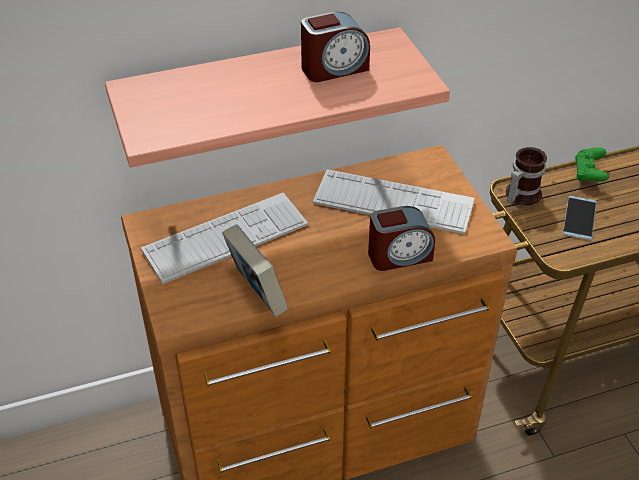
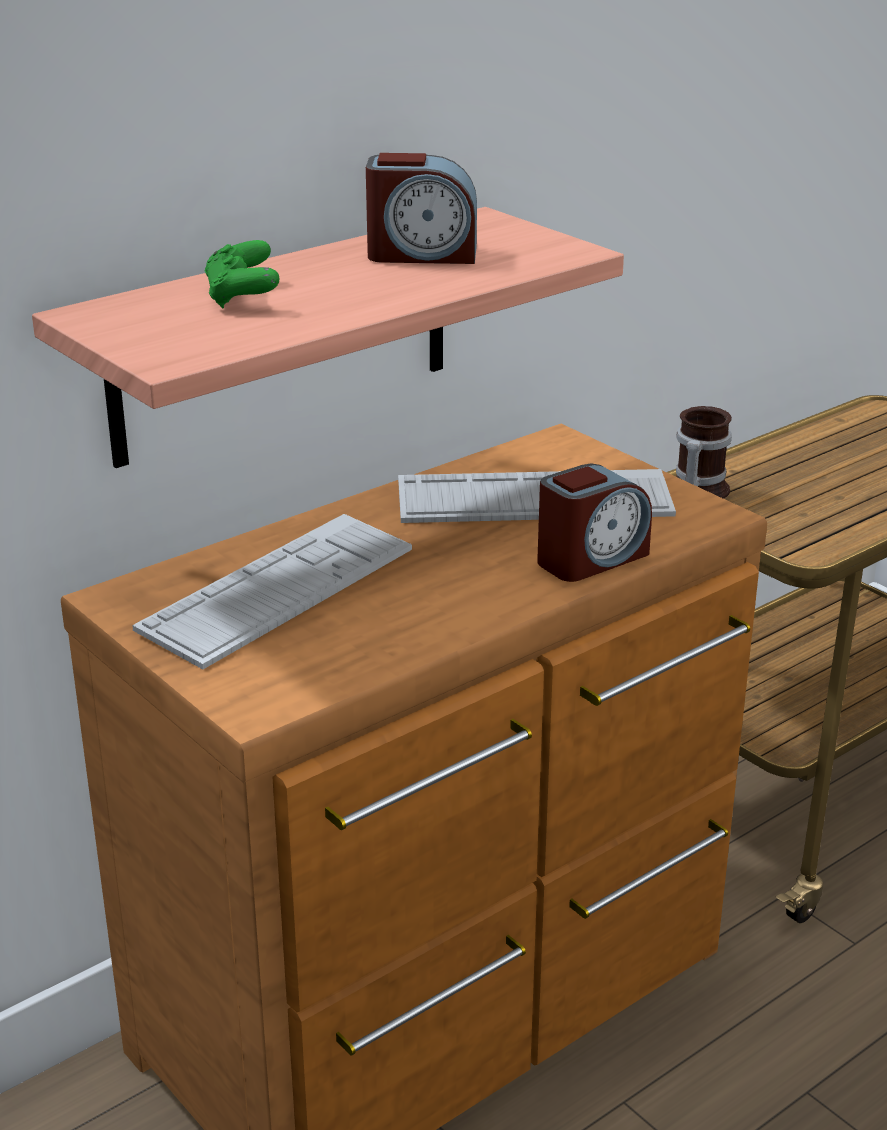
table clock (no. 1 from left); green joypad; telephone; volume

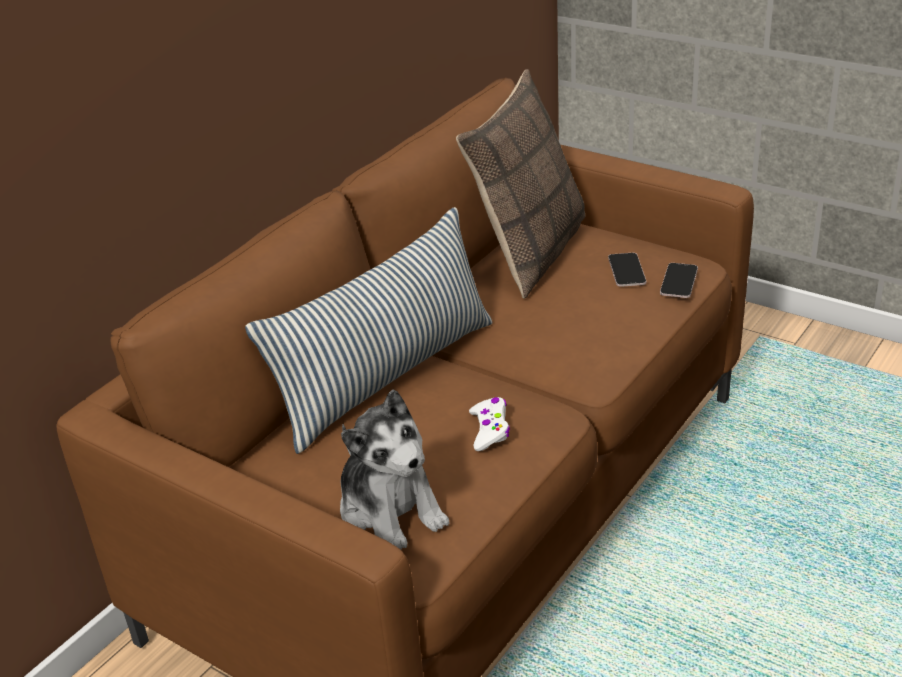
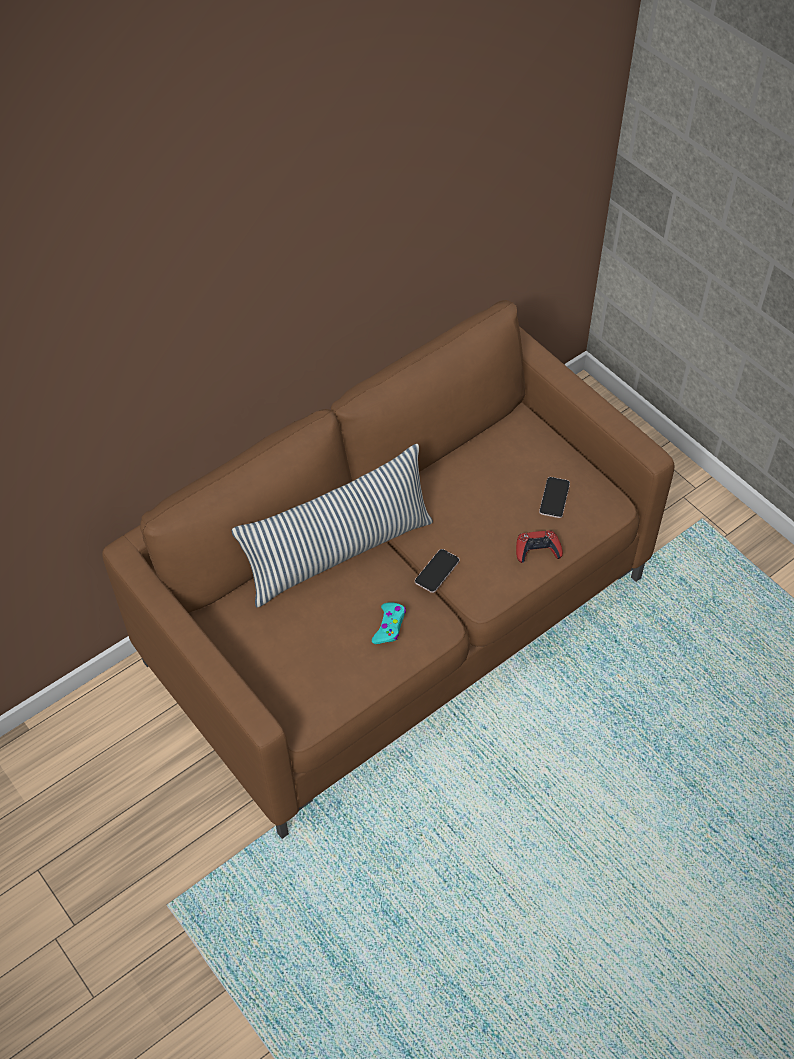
pillow (no. 2 from left in the first image); telephone (no. 1 from left); cuddly toy; turquoise-coloured joypad; red-coloured joypad

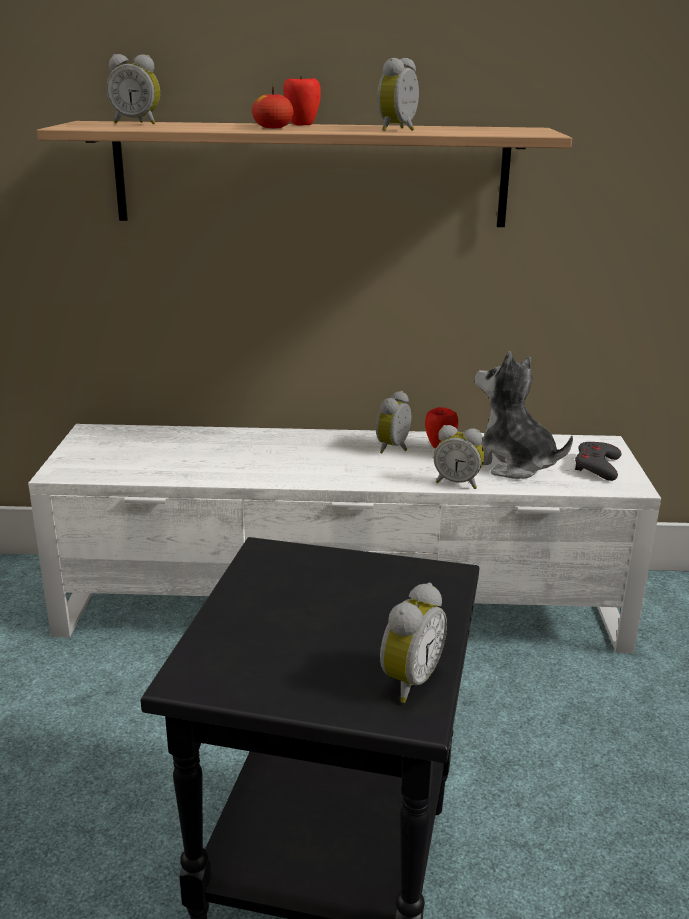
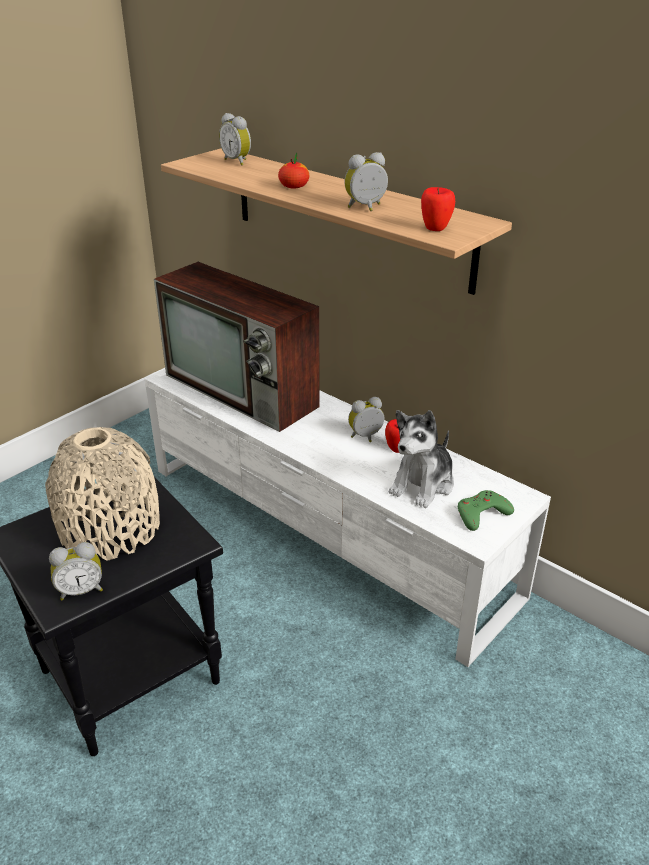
apple fruit (no. 3 from left); cuddly toy; table clock (no. 5 from left in the first image); green joypad; television; beige-coloured flower vase

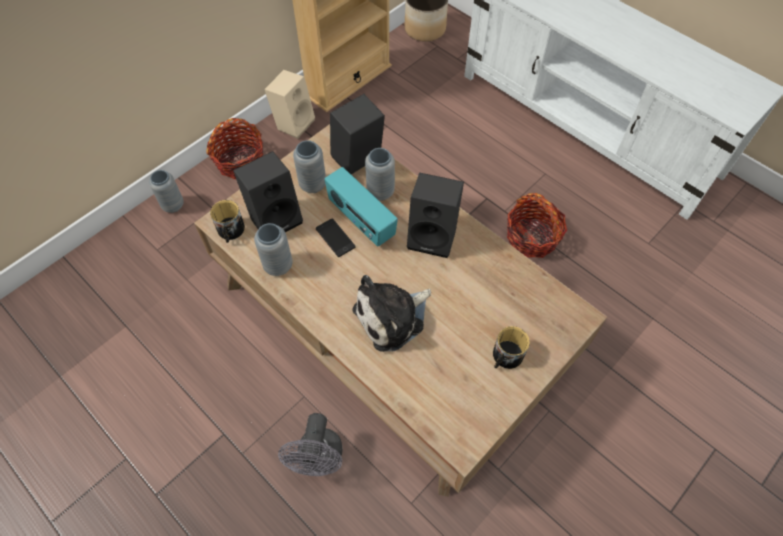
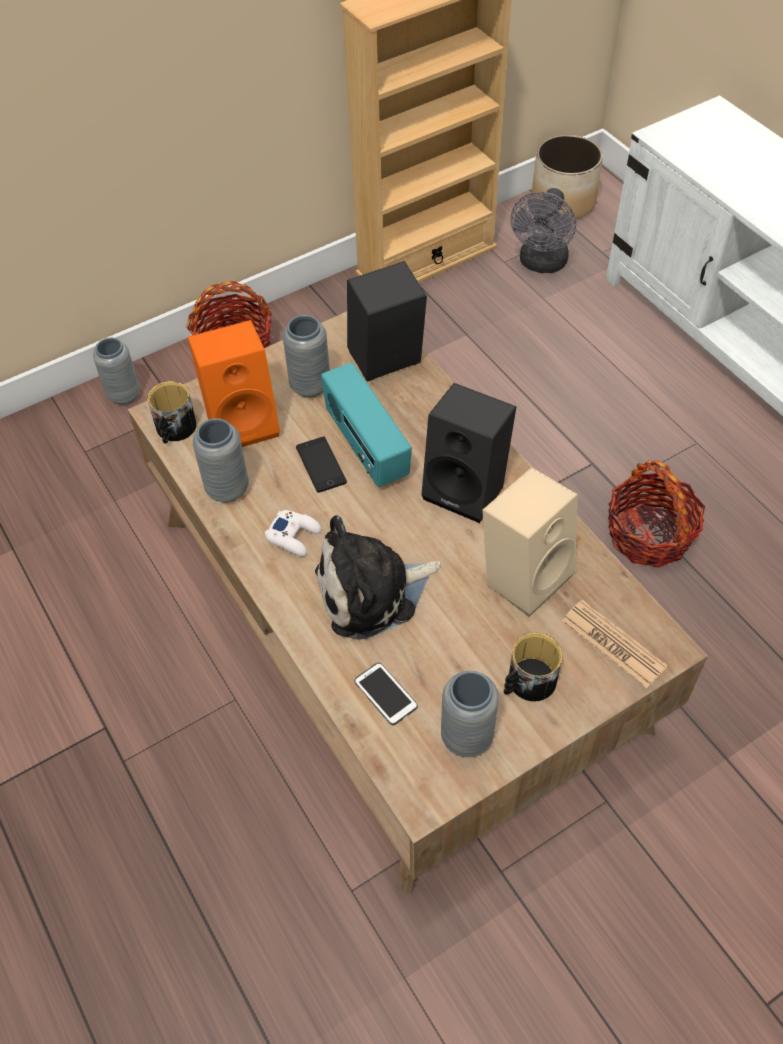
beige-coloured loudspeaker; greyish flower vase (no. 4 from left); orangey loudspeaker; greyish electric fan; whitish joypad; daily paper; telephone (no. 2 from left)

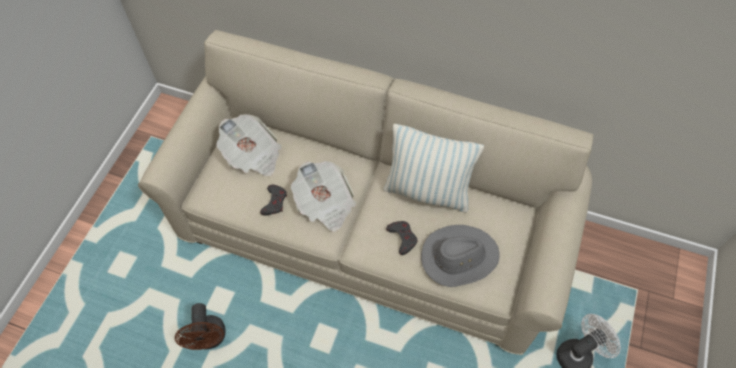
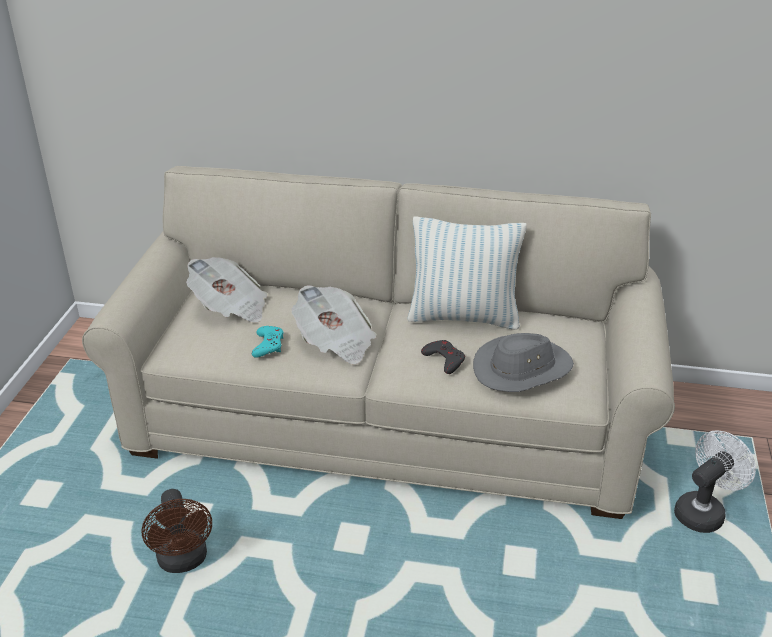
turquoise-coloured joypad

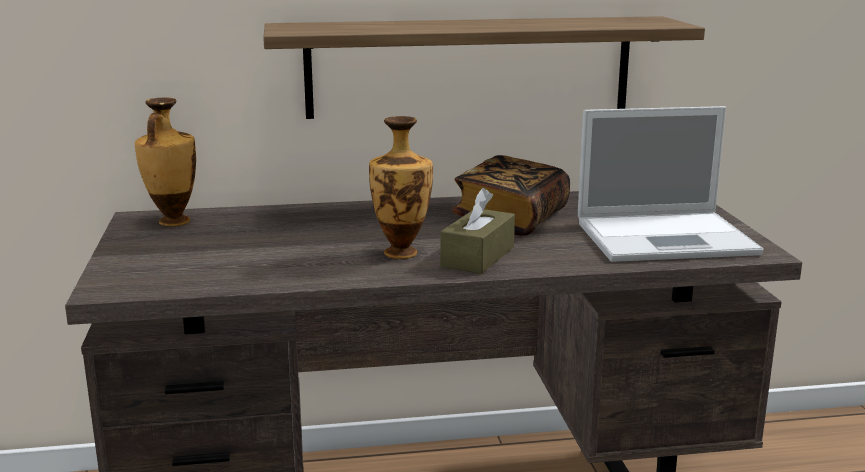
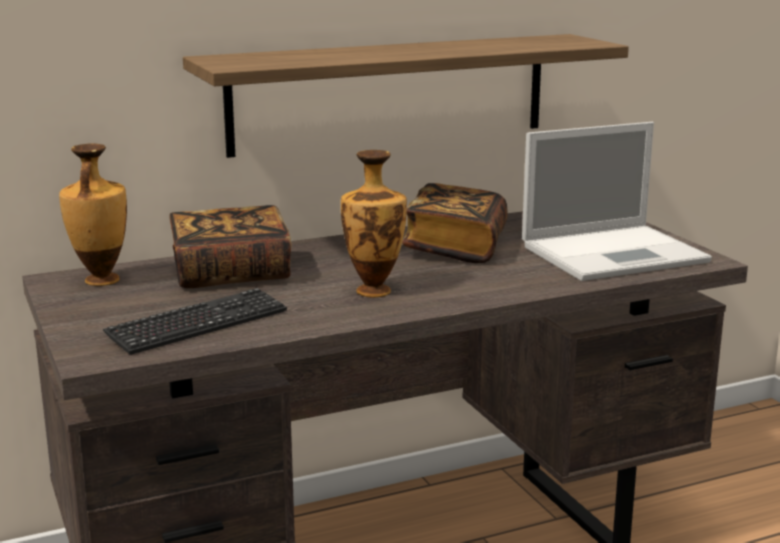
brown-coloured tissue holder; volume (no. 1 from left); PC keyboard

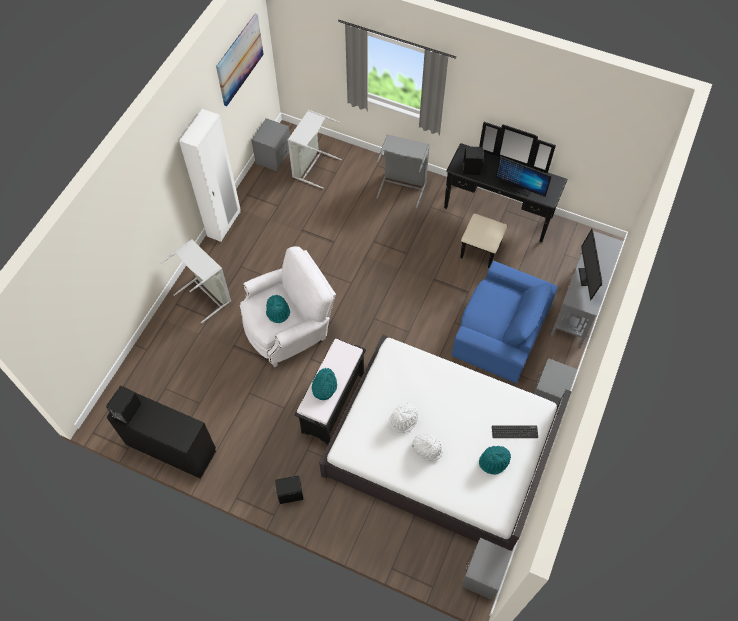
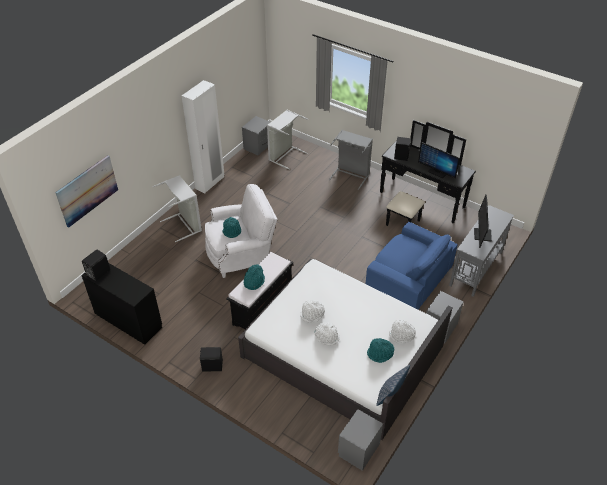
picture; whitish wearable hat (no. 3 from left); pillow

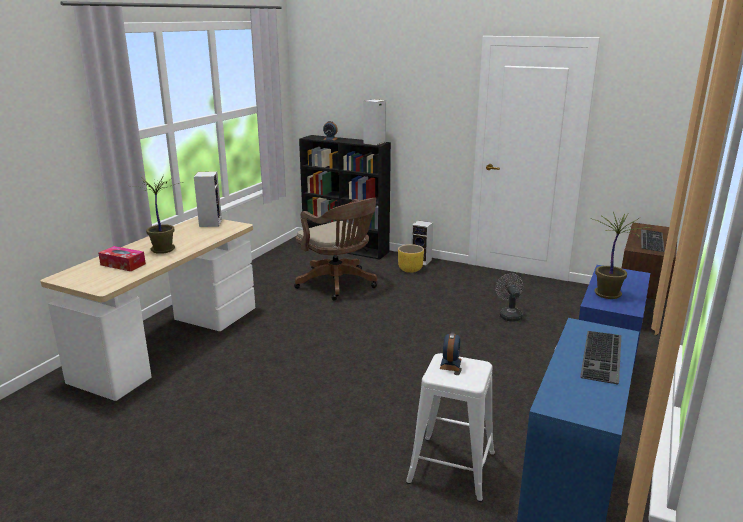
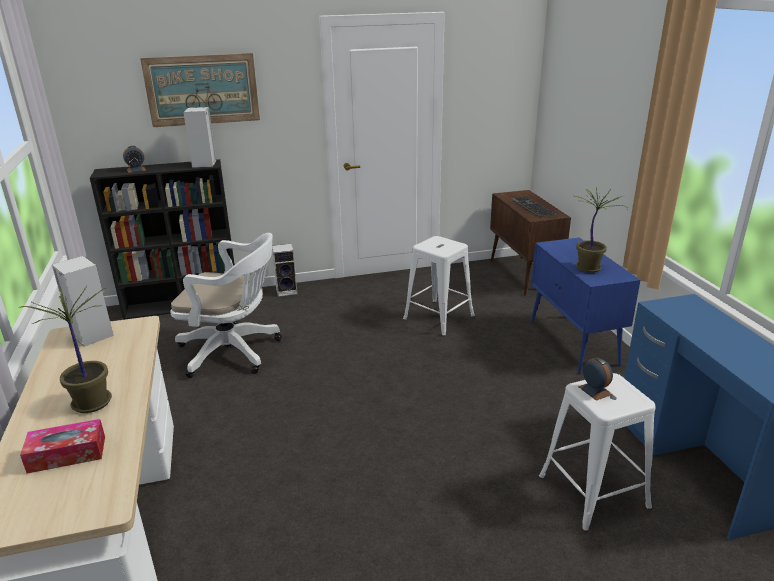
whitish computer chair; yellowish flower pot; whitish sitting stool (no. 1 from left); PC keyboard (no. 1 from left in the first image); picture

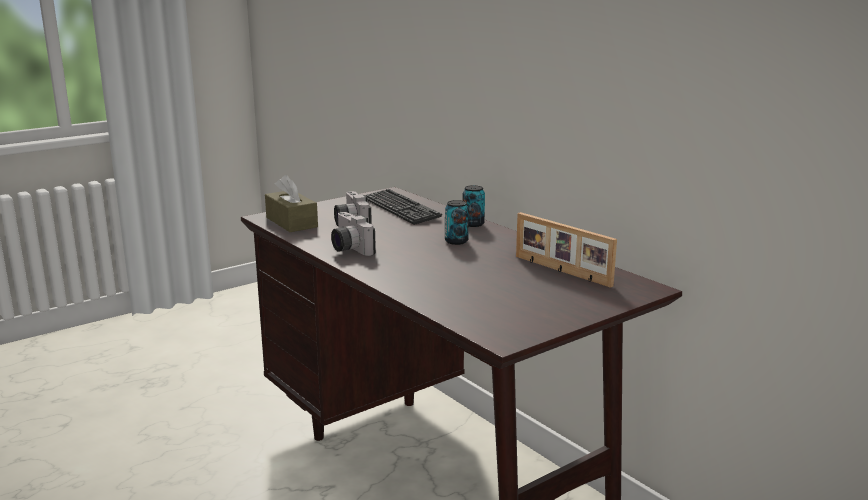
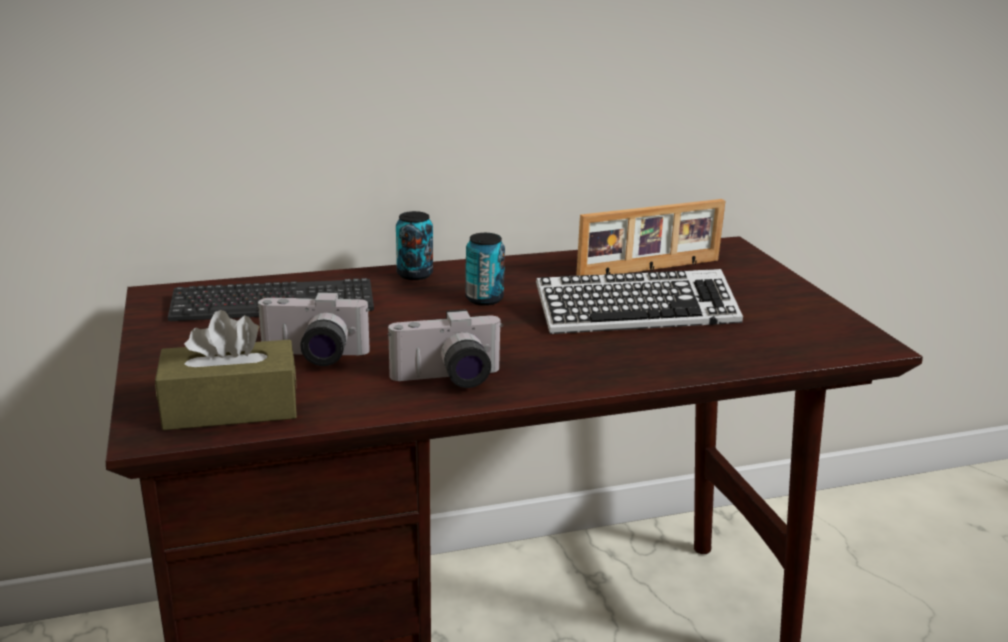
PC keyboard (no. 2 from left)

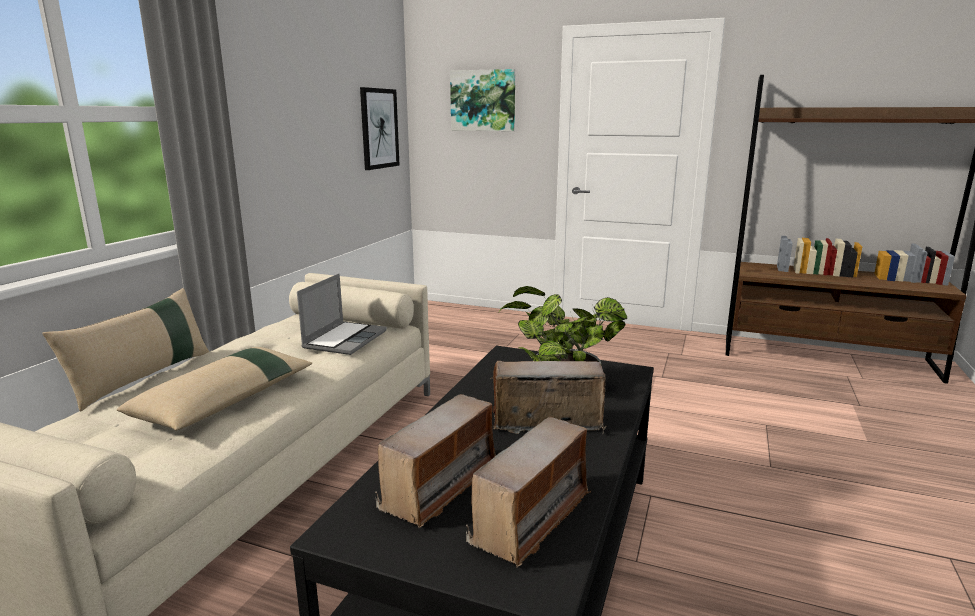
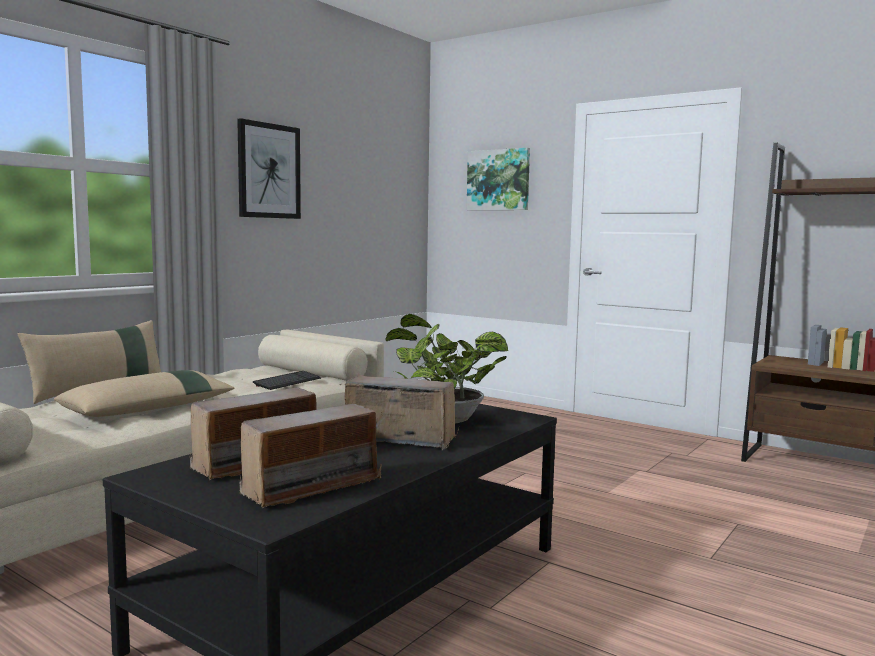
picture (no. 1 from left); PC keyboard

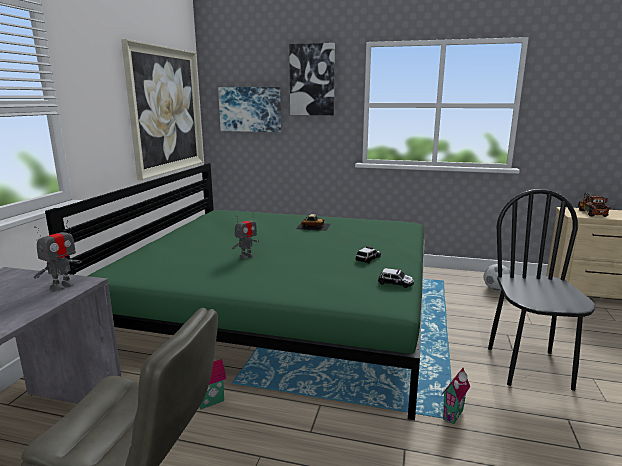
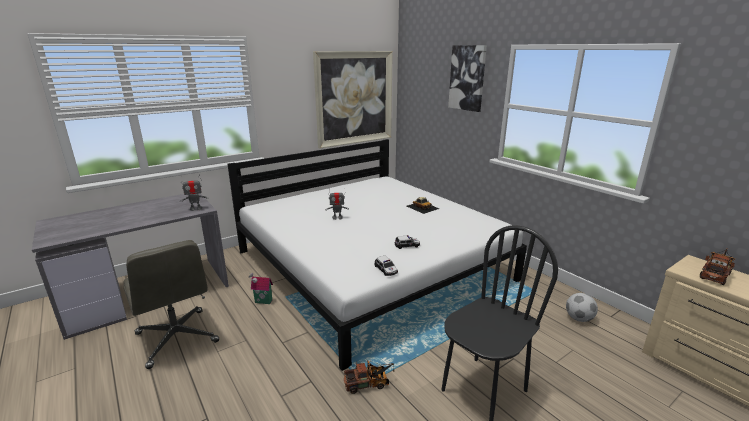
picture (no. 2 from left in the first image); whitish sleeping bed; toy truck (no. 1 from left)

